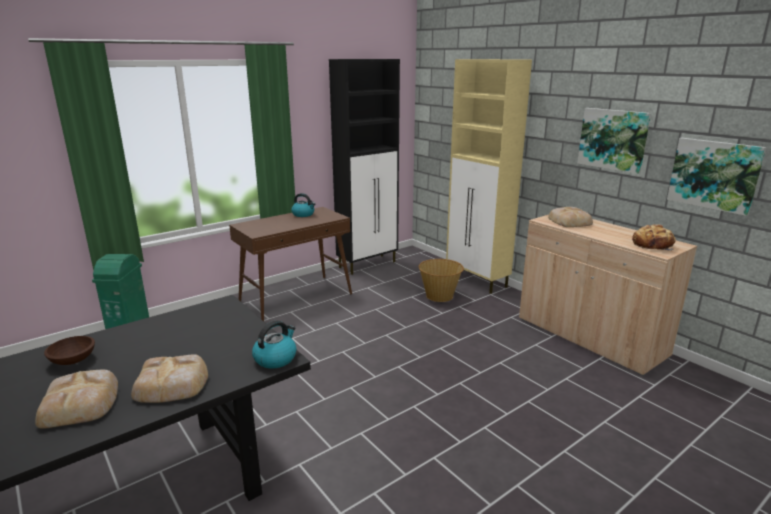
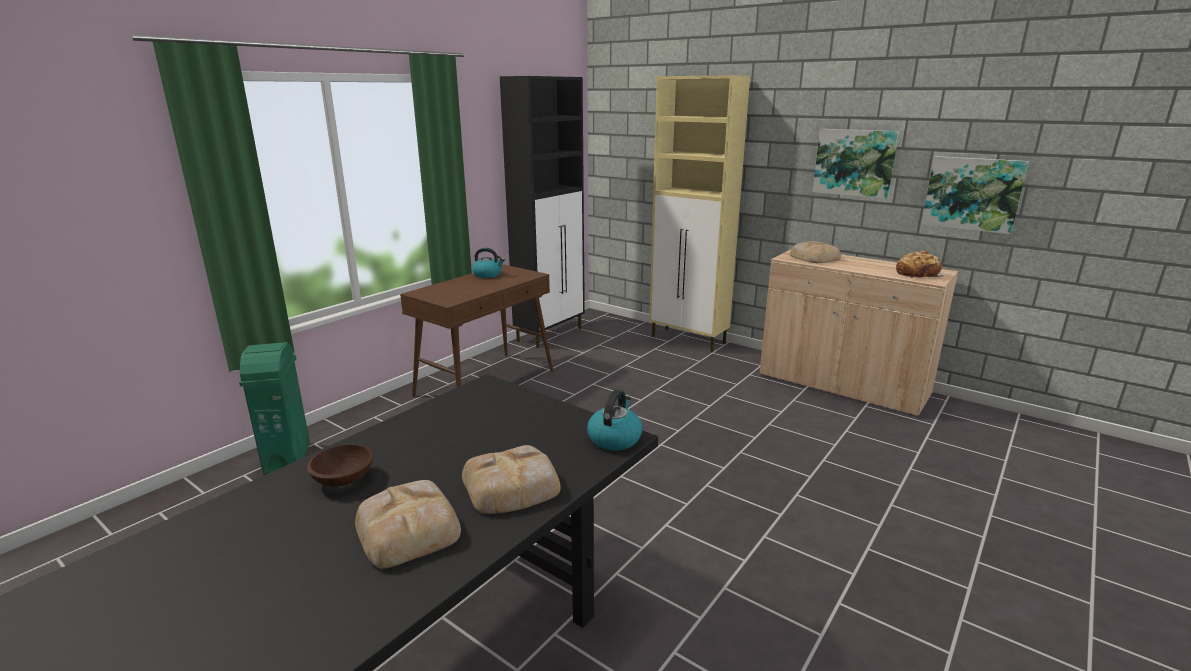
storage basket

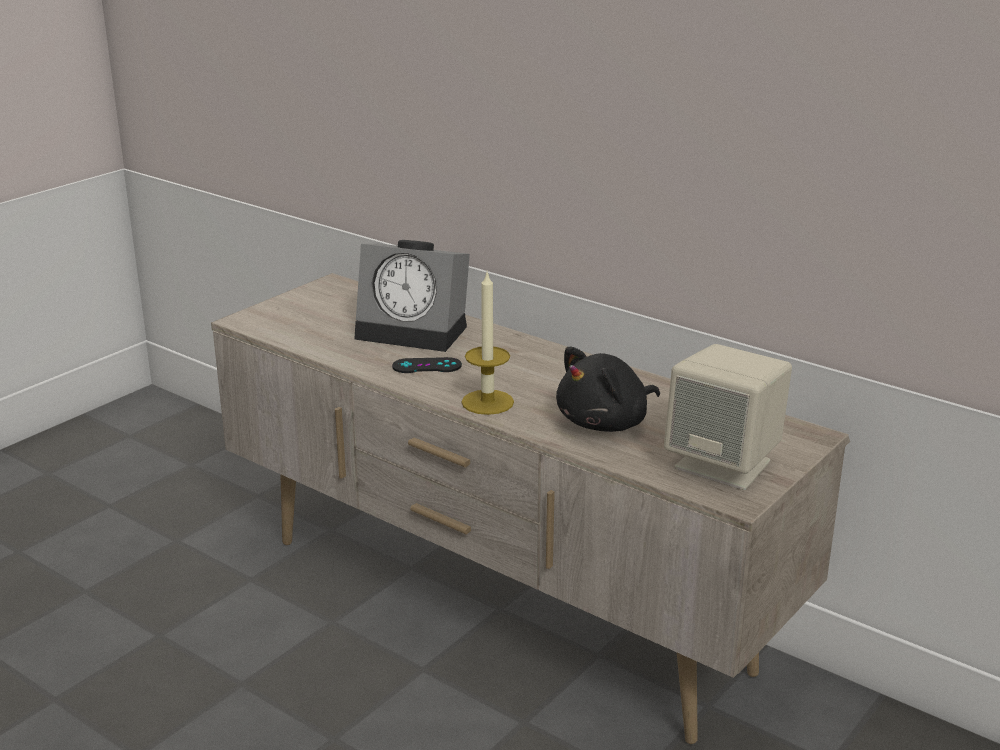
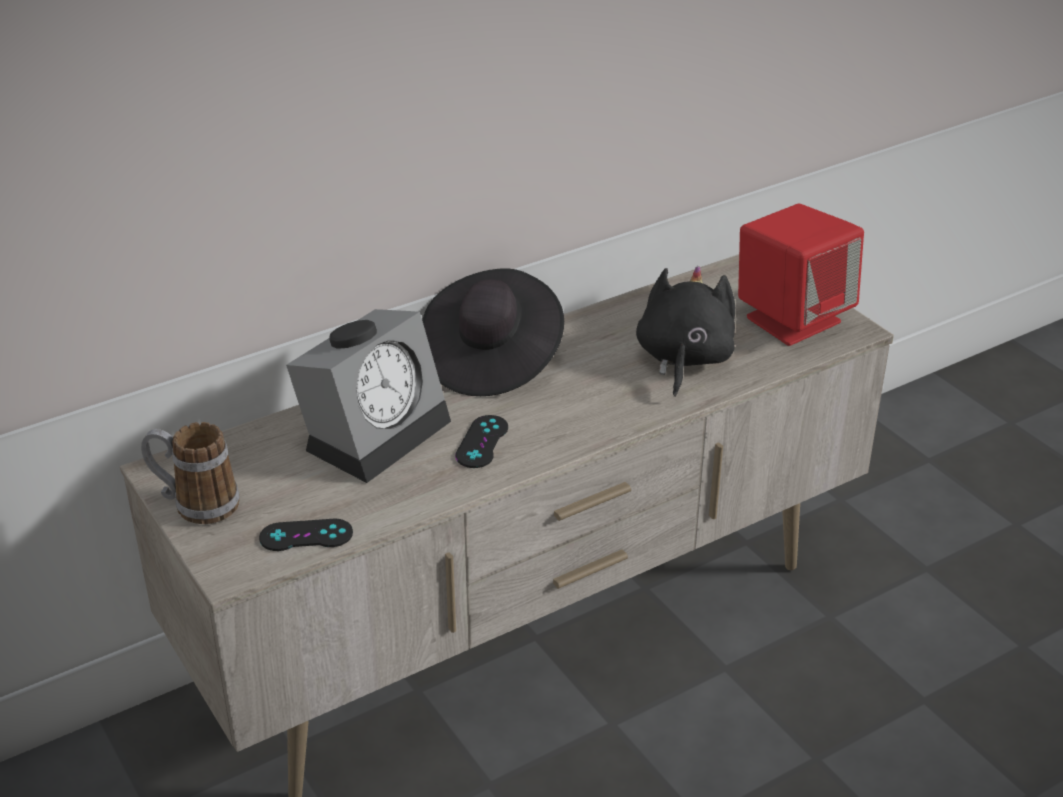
wax candle; red-coloured loudspeaker; blackish cuddly toy; blackish wearable hat; tea mug; blackish joypad (no. 1 from left)

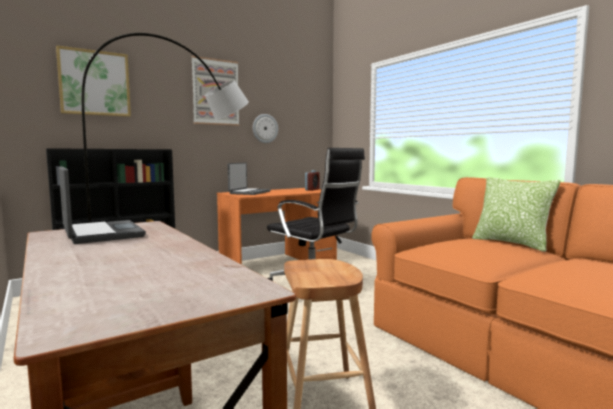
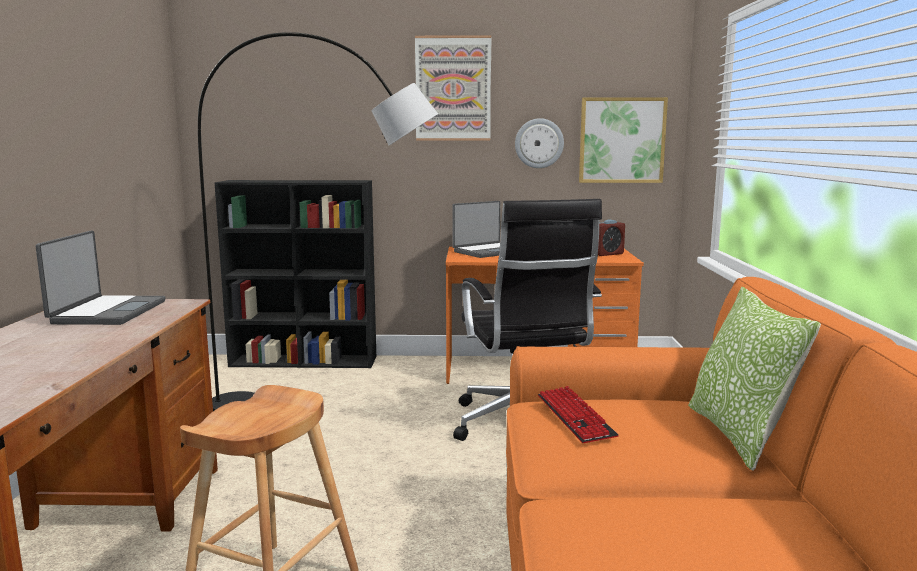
picture (no. 2 from left); PC keyboard

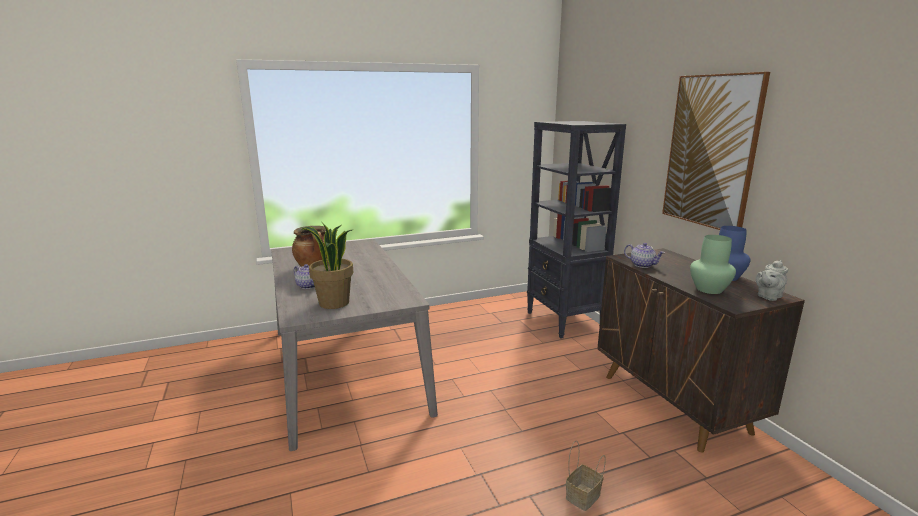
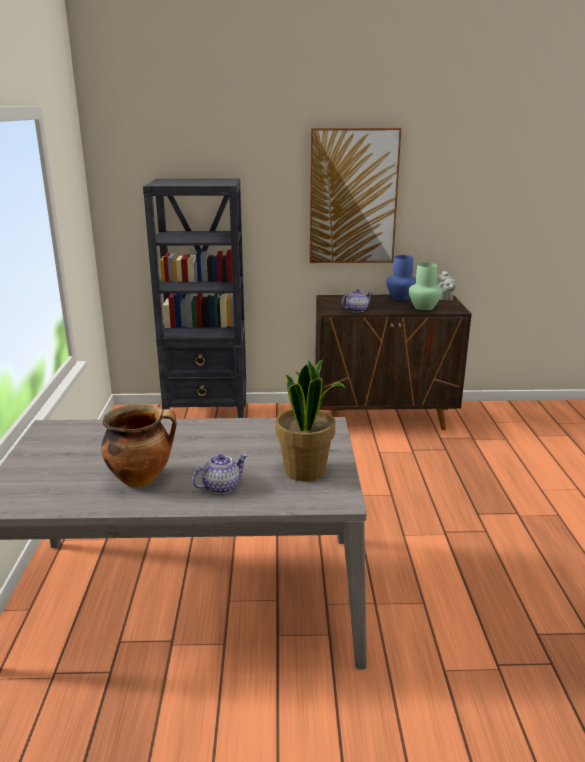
storage basket

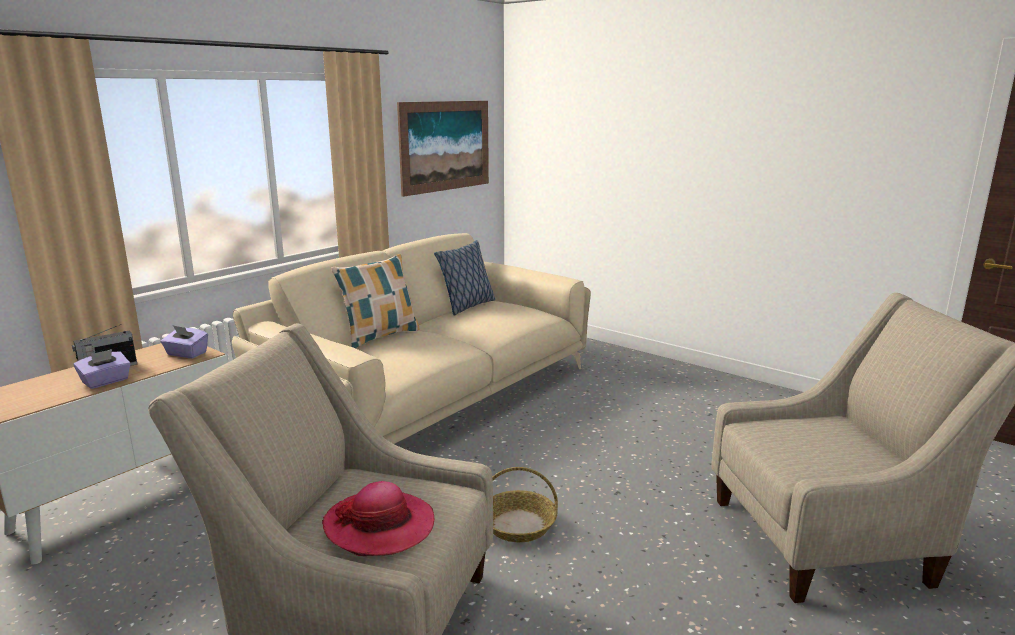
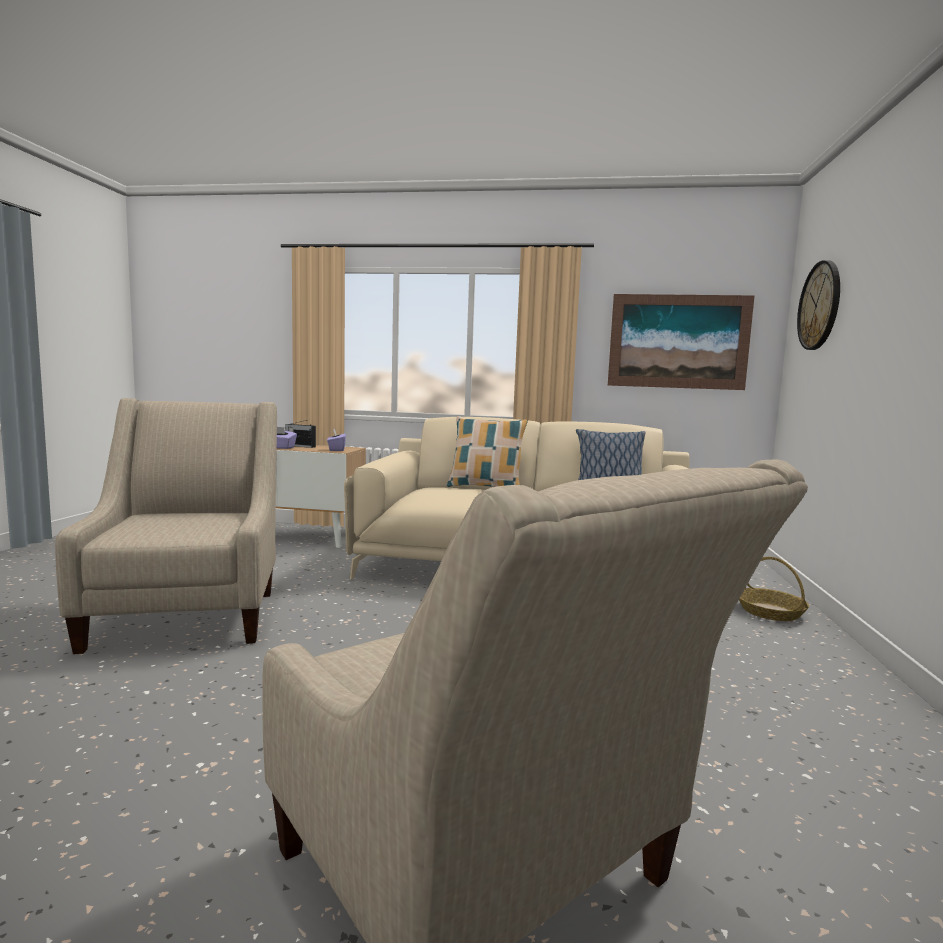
storage basket; wearable hat; wall clock

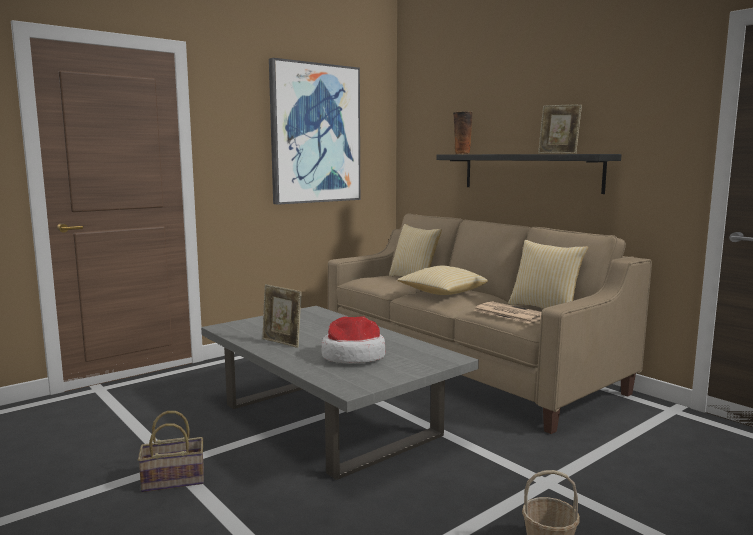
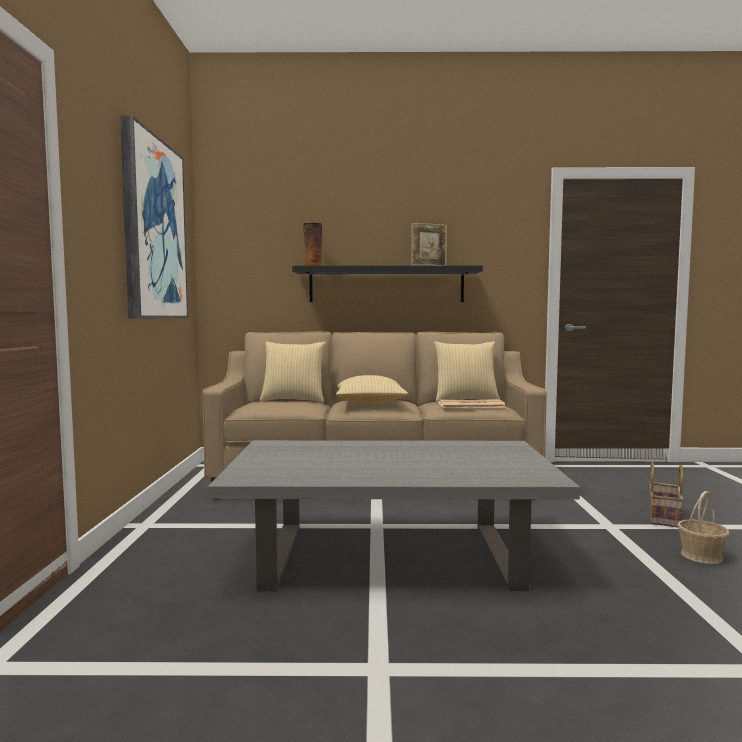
photo frame (no. 1 from left in the first image); wearable hat; storage basket (no. 1 from left)

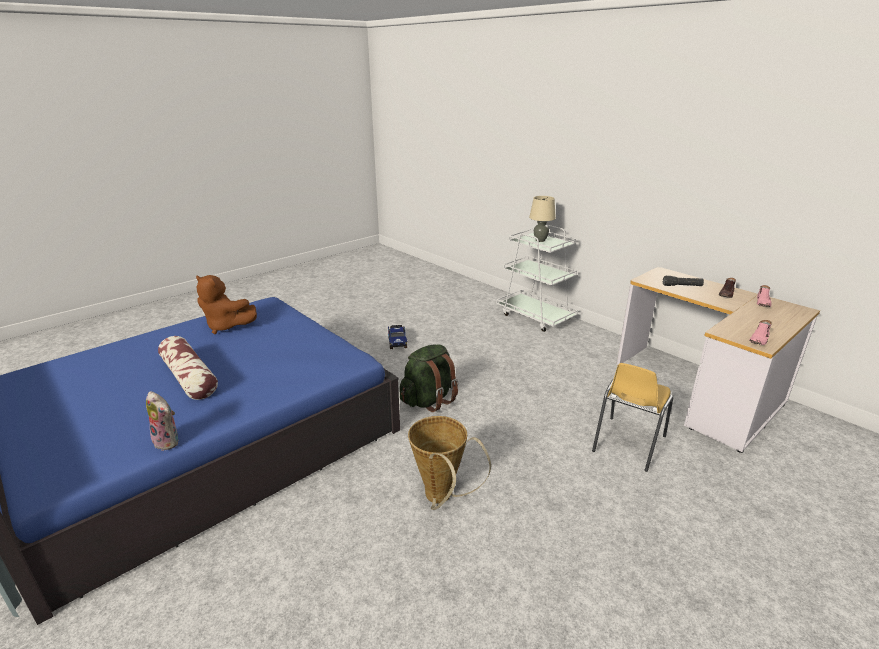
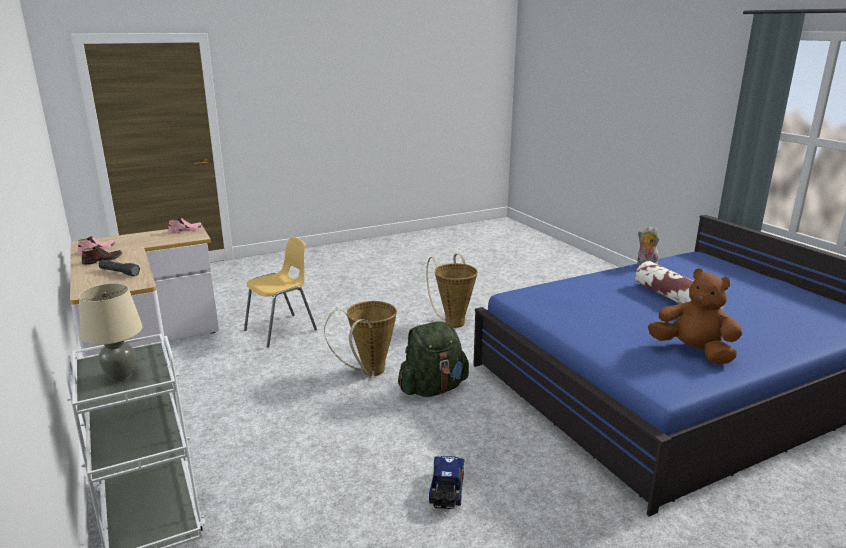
storage basket (no. 1 from left)

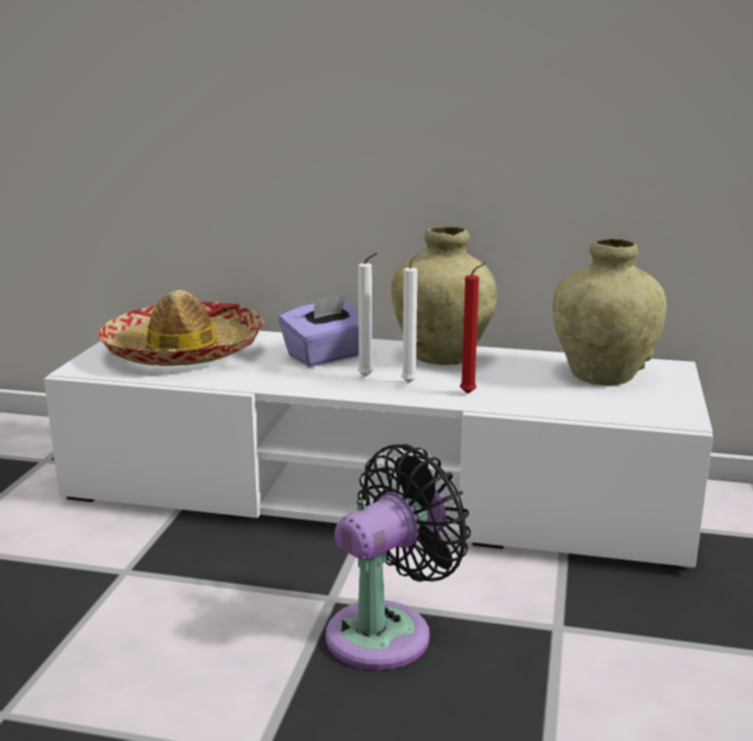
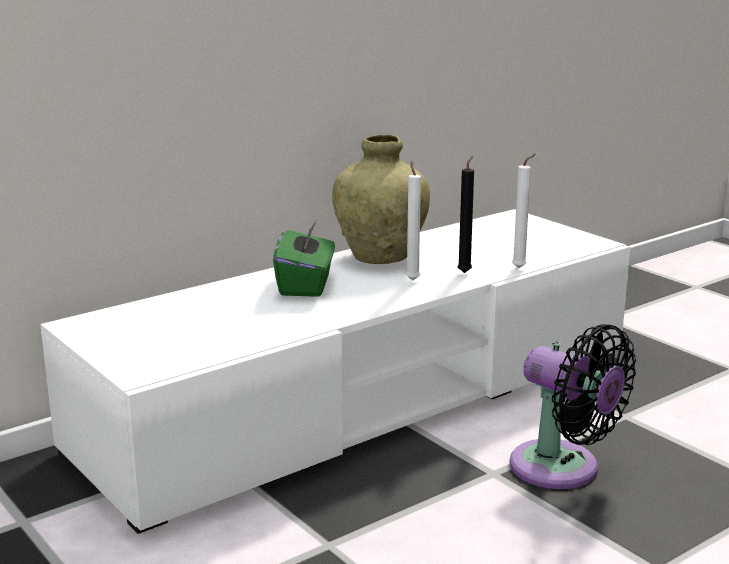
beige-coloured flower vase (no. 2 from left in the first image); whitish wax candle (no. 2 from left); blackish wax candle; wearable hat; green tissue holder; blackish electric fan

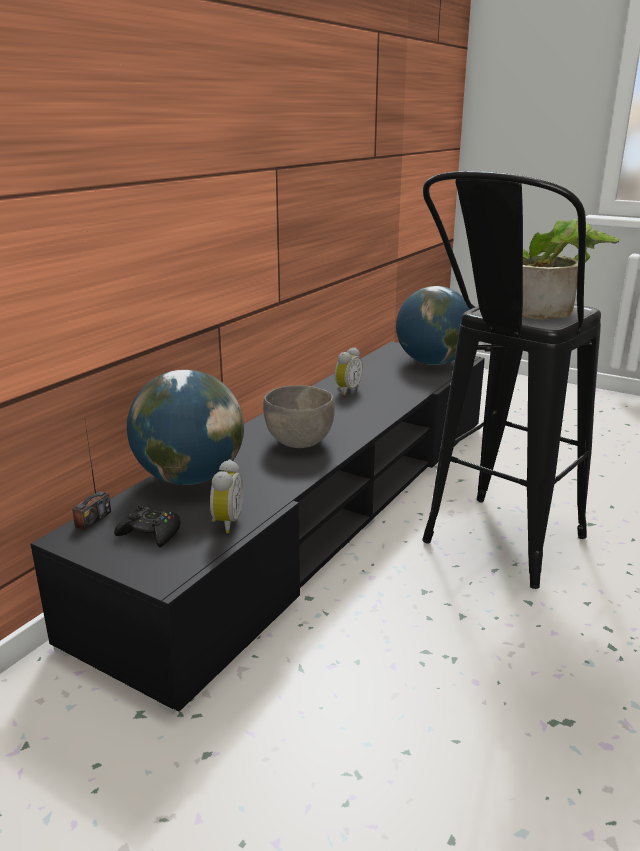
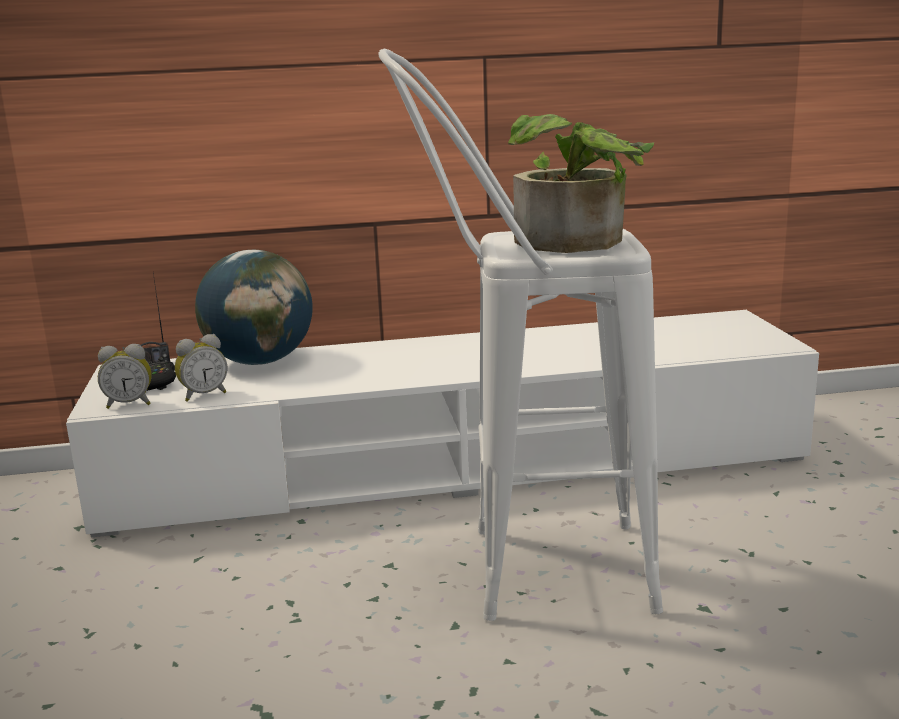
whitish sitting stool; globe (no. 2 from left in the first image); whitish tv unit; table clock (no. 1 from left); greyish serving bowl

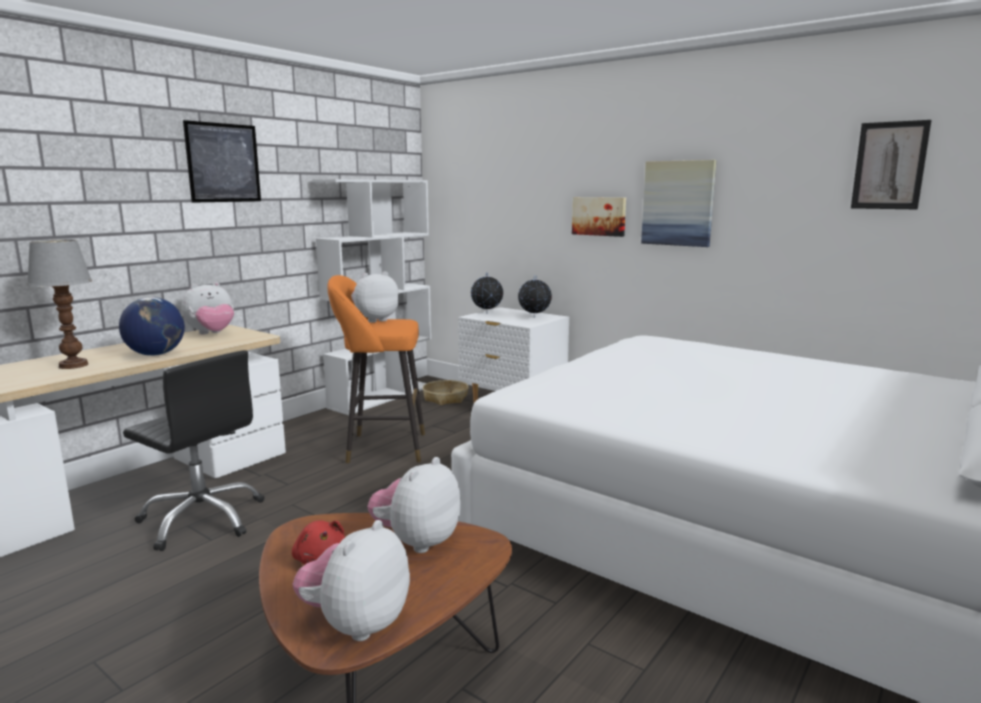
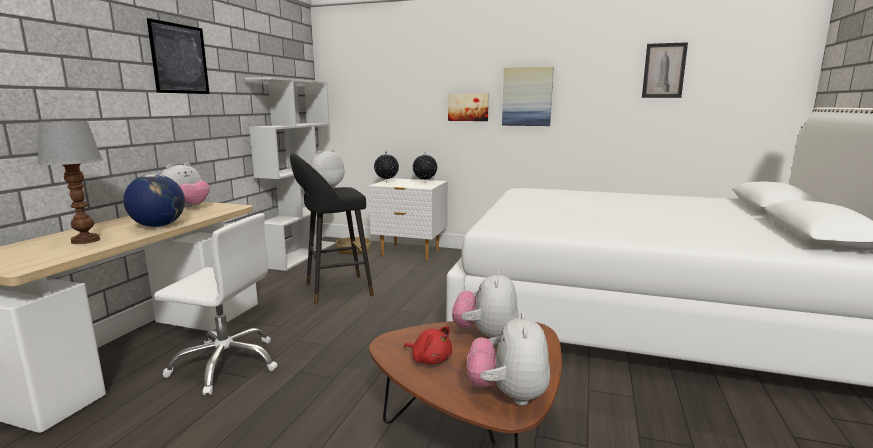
blackish sitting stool; whitish computer chair

